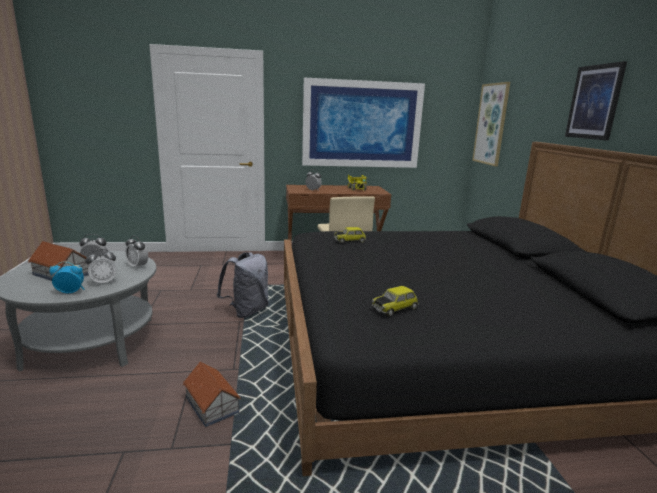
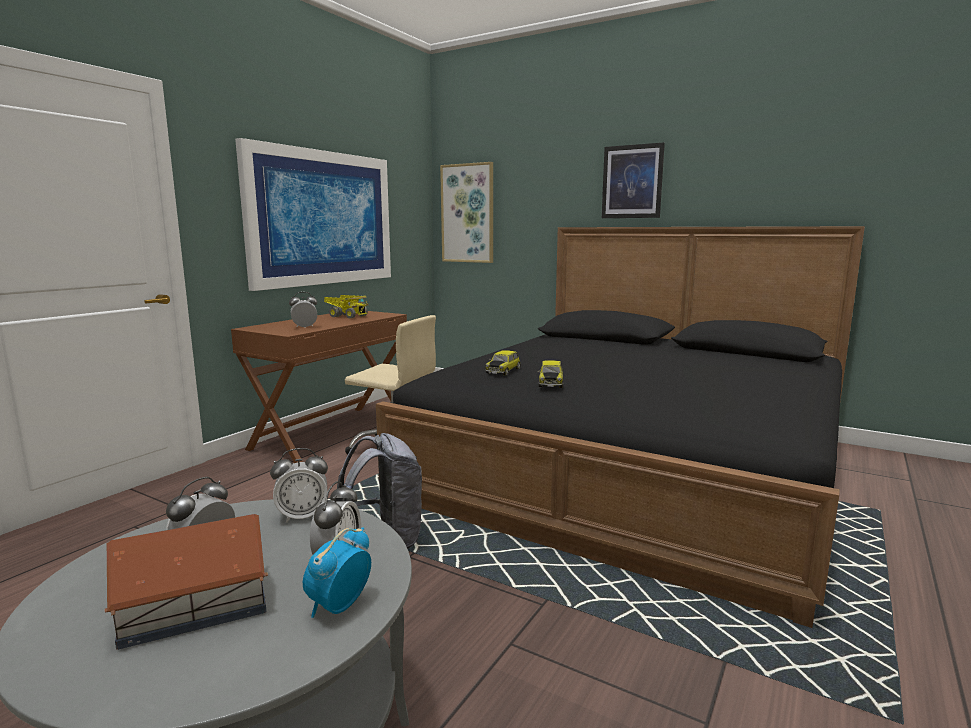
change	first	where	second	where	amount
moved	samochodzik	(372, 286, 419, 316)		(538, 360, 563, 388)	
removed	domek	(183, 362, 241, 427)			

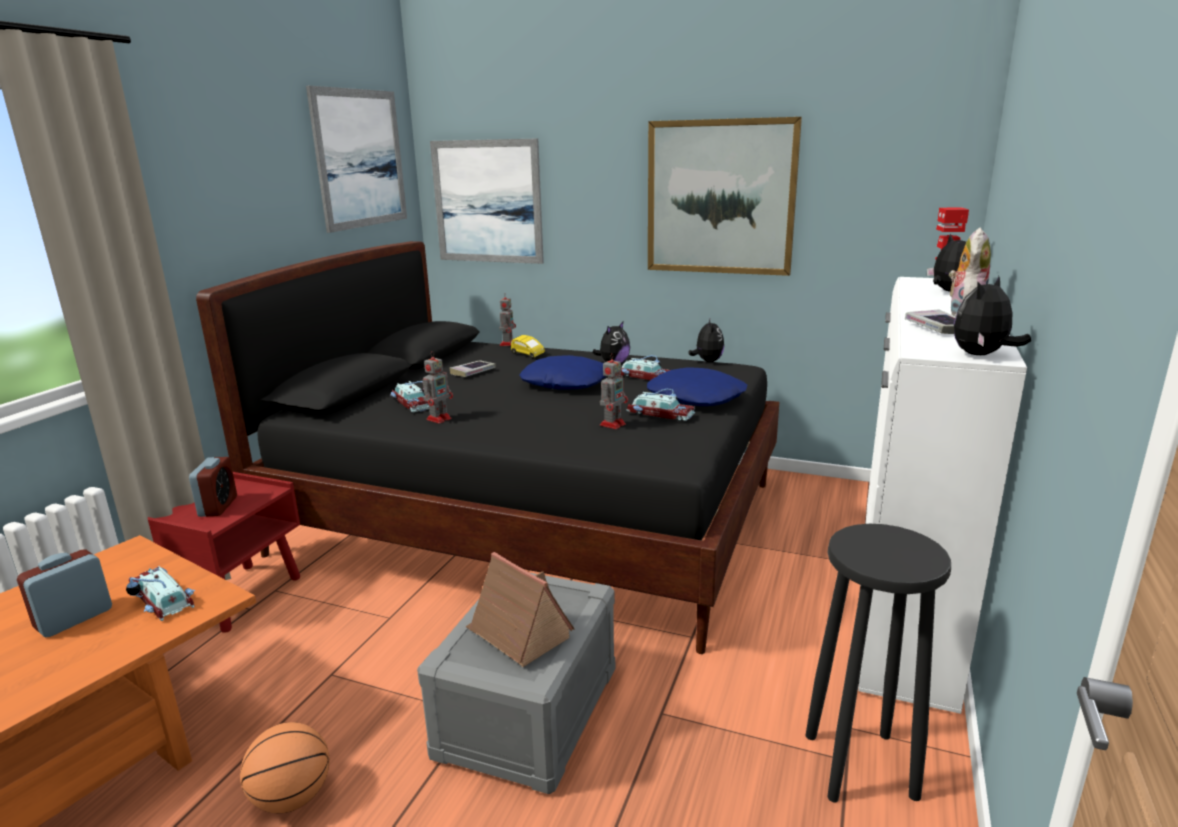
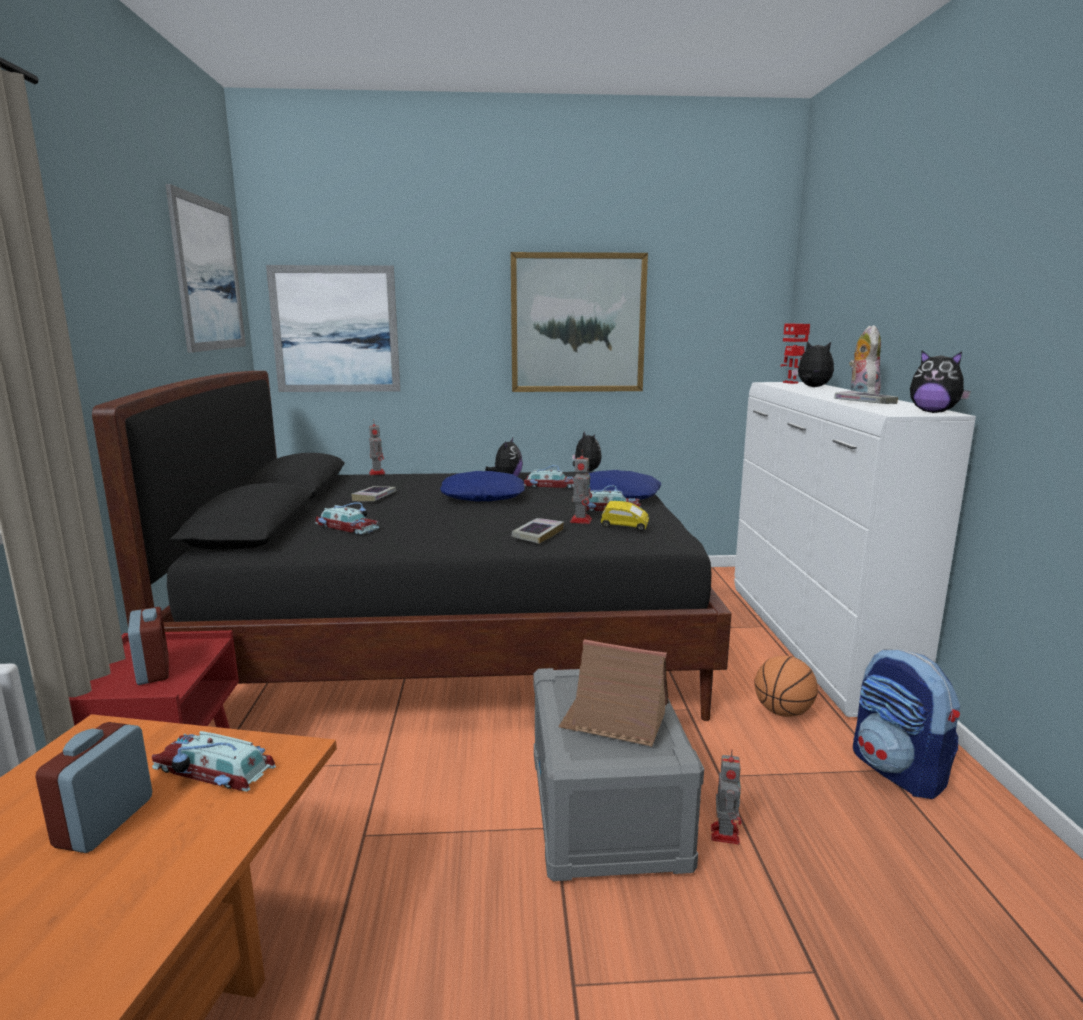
change	first	where	second	where	amount
added			książka	(512, 518, 564, 544)	
moved	samochodzik (żółty)	(511, 335, 545, 359)		(601, 501, 649, 531)	
moved	robot zabawkowy	(422, 352, 453, 424)		(711, 750, 742, 844)	
moved	piłka do koszykówki	(240, 722, 330, 813)		(754, 656, 818, 717)	
replaced	stołek (czarny)	(806, 524, 951, 803)	plecak	(853, 649, 960, 799)	
turned	pluszak	(954, 276, 1031, 355)		(910, 351, 971, 413)	75 degrees counterclockwise

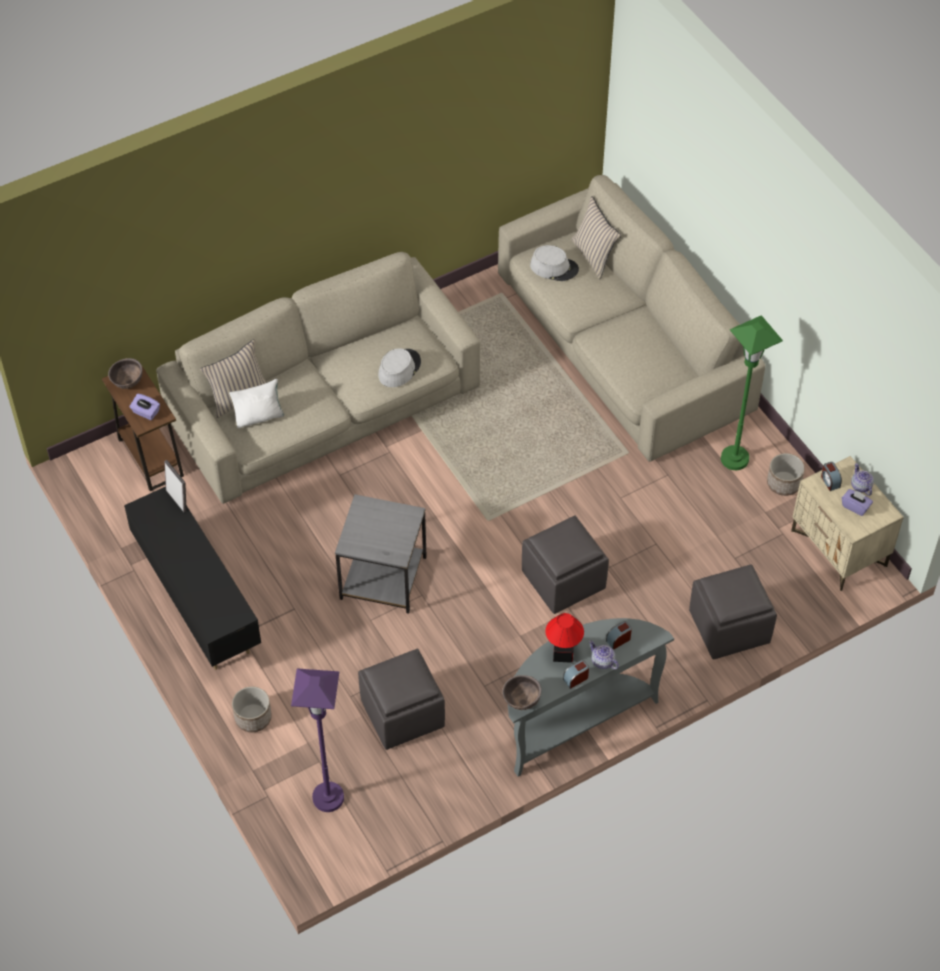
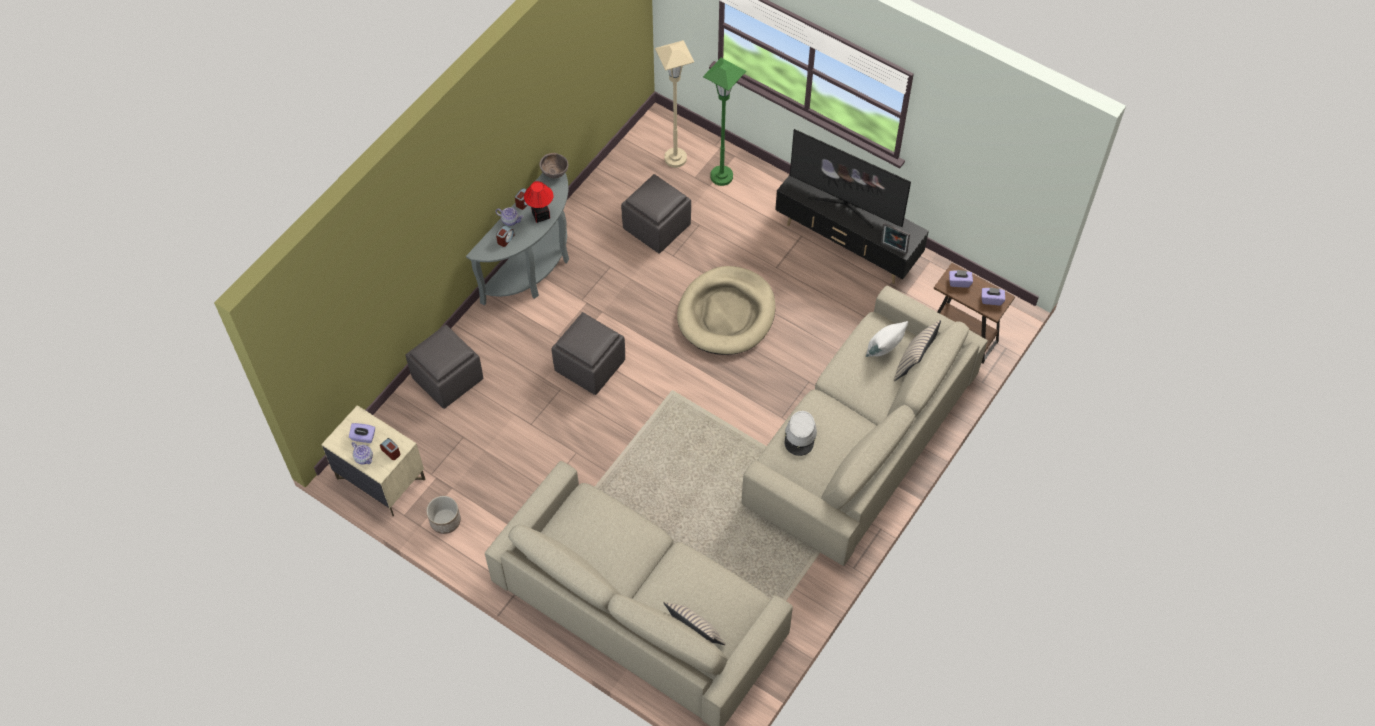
change	first	where	second	where	amount
recoloured	lampa stojąca (fioletowy)	(291, 669, 344, 812)	lampa stojąca (beżowy)	(655, 40, 694, 168)	
replaced	stolik (szary)	(335, 494, 427, 614)	legowisko (beżowy)	(677, 266, 776, 355)	
moved	lampa stojąca (zielony)	(721, 315, 783, 470)		(703, 58, 746, 186)	
added			telewizor	(790, 129, 911, 228)	
replaced	miska (brązowy)	(108, 358, 143, 389)	pudełko chusteczek (fioletowy)	(982, 287, 1005, 305)	
removed	donica	(232, 686, 272, 732)			
removed	kapelusz (szary)	(530, 245, 579, 281)			

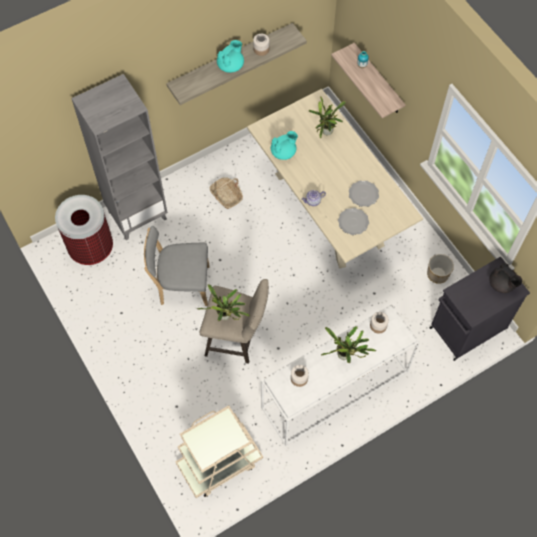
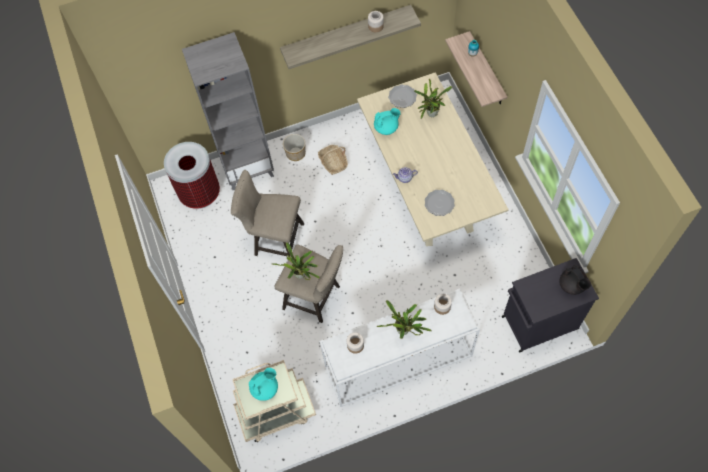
change	first	where	second	where	amount
replaced	krzesło (szary)	(144, 226, 210, 306)	stołek (beżowy)	(231, 170, 304, 257)	
moved	imbryk (turkusowy)	(217, 40, 244, 73)		(249, 368, 278, 401)	
moved	donica	(427, 254, 454, 284)		(283, 134, 306, 161)	
moved	talerz	(349, 181, 379, 207)		(388, 85, 417, 108)	

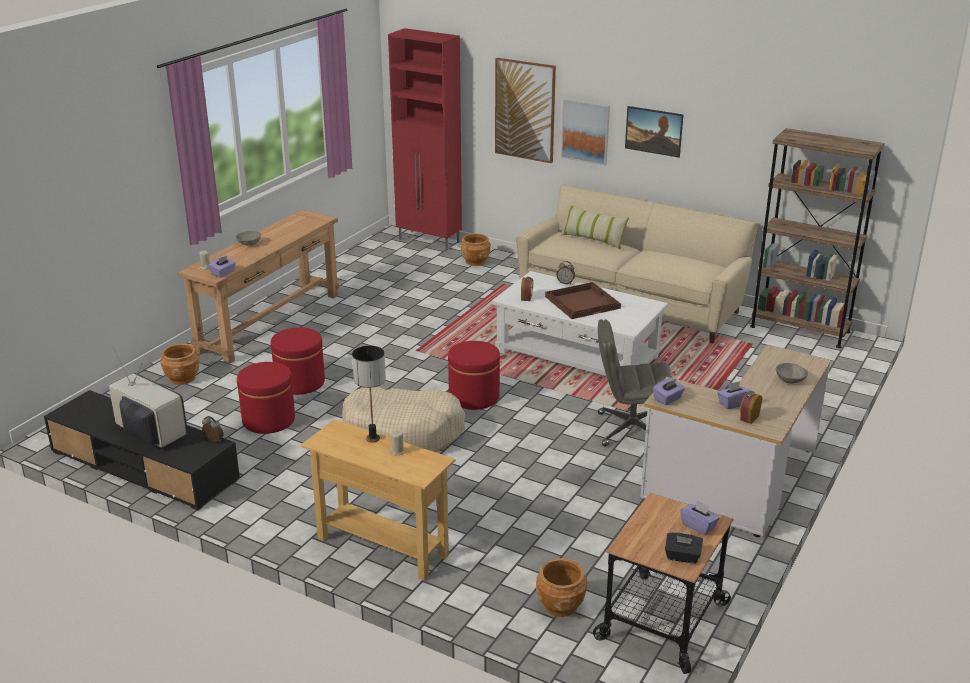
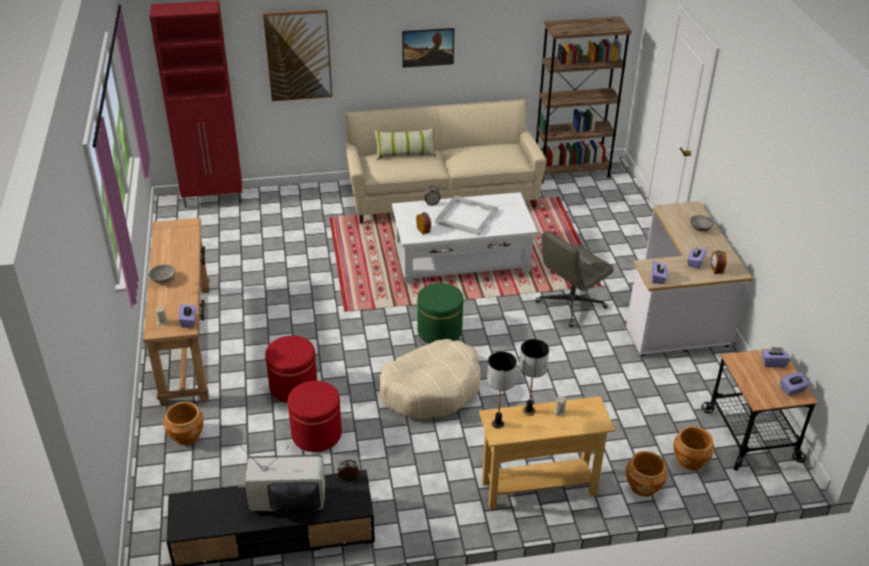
change	first	where	second	where	amount
recoloured	pufa (czerwony)	(448, 341, 500, 410)	pufa (zielony)	(417, 283, 464, 344)	
recoloured	taca (brązowy)	(545, 282, 621, 319)	taca (biały)	(435, 196, 498, 236)	
added			lampa stołowa	(487, 352, 517, 429)	
moved	donica (brązowy)	(460, 234, 491, 266)		(626, 451, 668, 497)	
recoloured	pudełko chusteczek (czarny)	(665, 532, 703, 564)	pudełko chusteczek (fioletowy)	(780, 372, 810, 396)	
removed	obraz	(561, 99, 610, 166)			

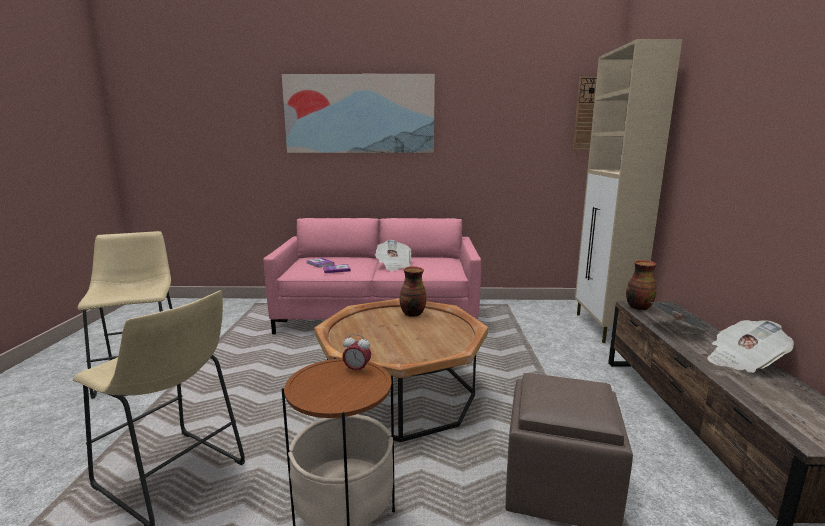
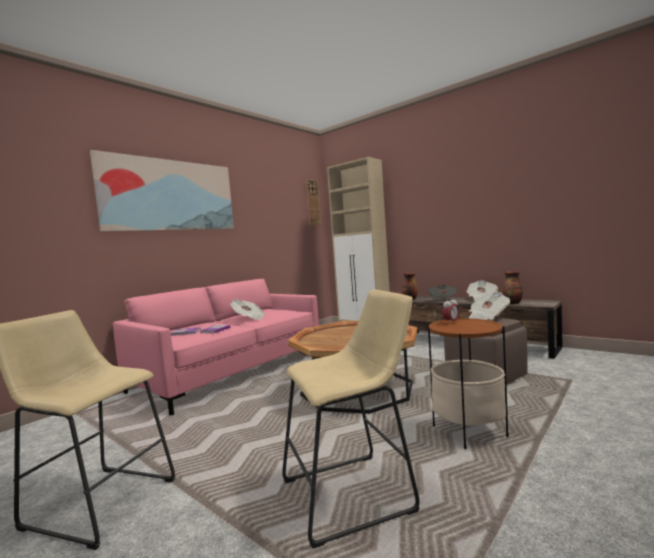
change	first	where	second	where	amount
added			gazeta	(468, 292, 510, 320)	
moved	wazon	(400, 266, 426, 317)		(502, 271, 523, 304)	

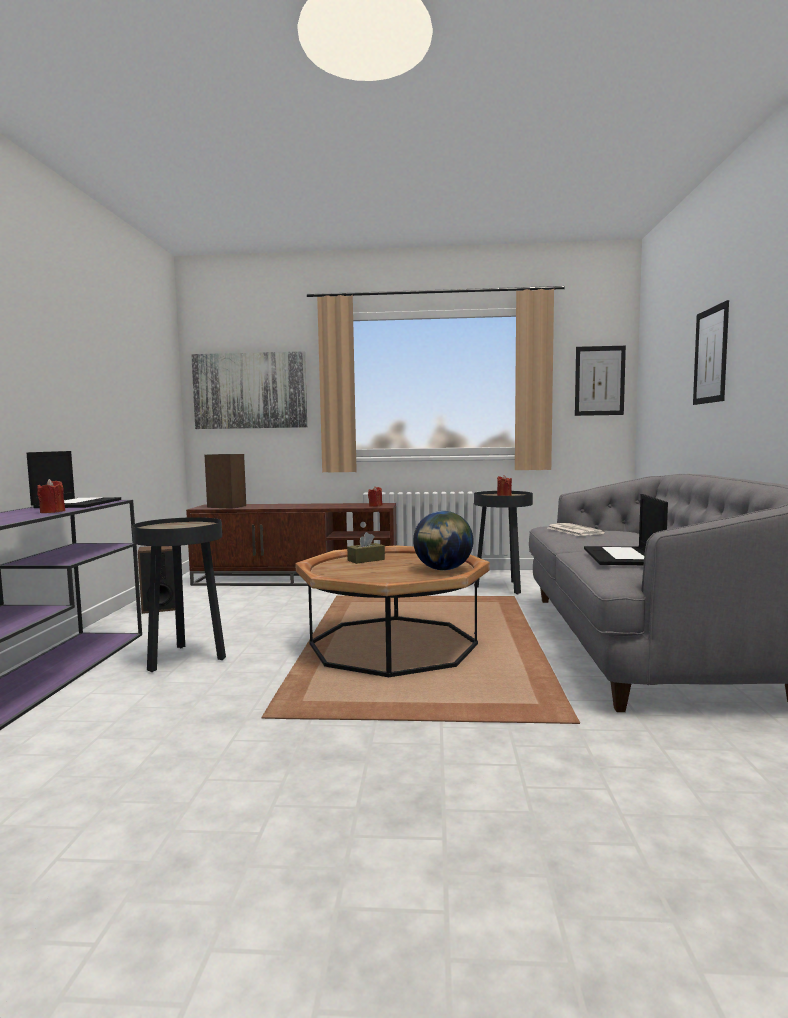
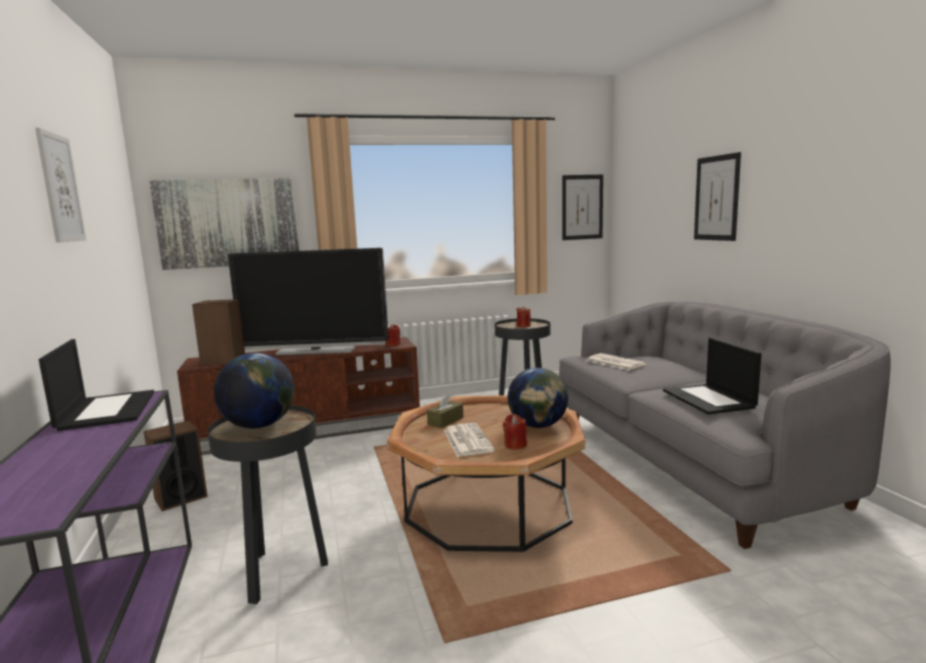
change	first	where	second	where	amount
added			obraz	(35, 128, 86, 242)	
added			globus	(214, 353, 295, 428)	
added			telewizor	(228, 248, 389, 355)	
added			gazeta	(444, 423, 495, 457)	
moved	świeca (czerwony)	(37, 479, 65, 513)		(503, 414, 527, 450)	

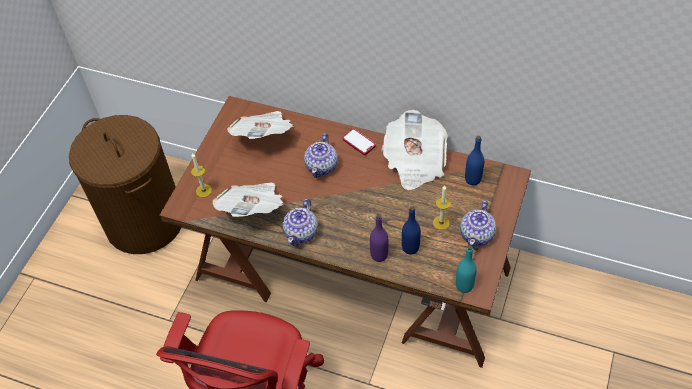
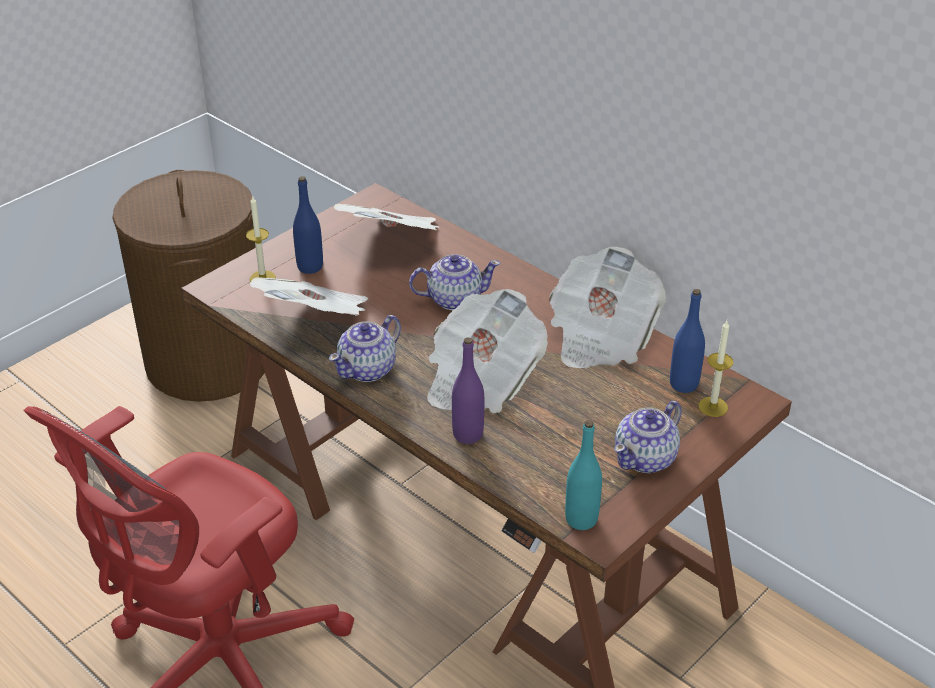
change	first	where	second	where	amount
moved	butelka (niebieski)	(402, 206, 421, 254)		(293, 176, 323, 274)	
turned	imbryk	(304, 133, 338, 178)		(409, 254, 500, 310)	135 degrees counterclockwise
added			gazeta	(427, 289, 548, 413)	
moved	świeca	(433, 185, 450, 230)		(698, 321, 734, 417)	
removed	telefon	(343, 129, 376, 155)			

